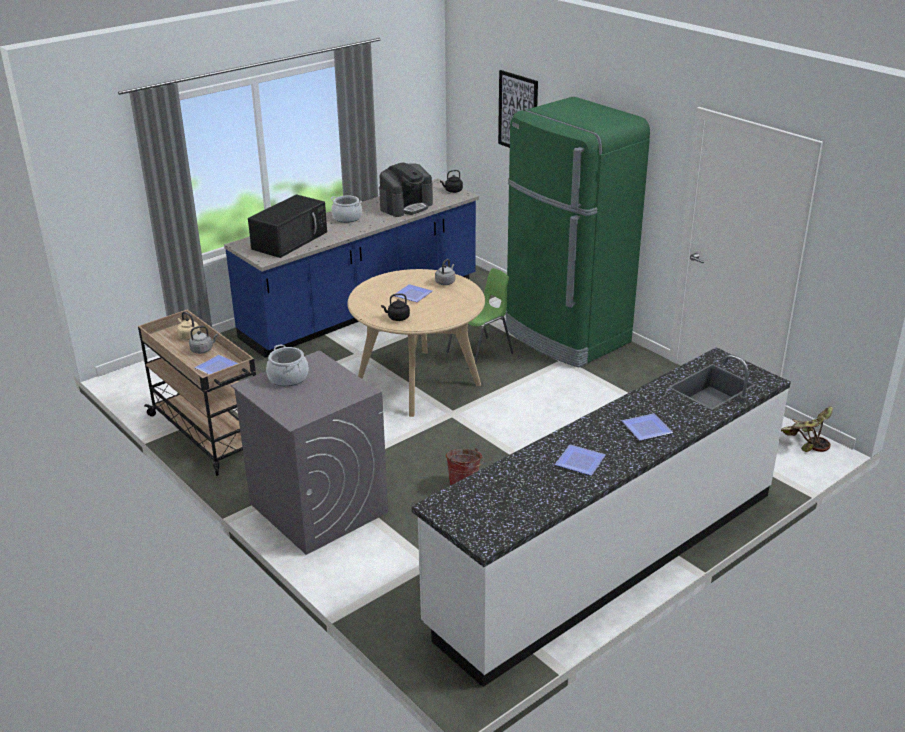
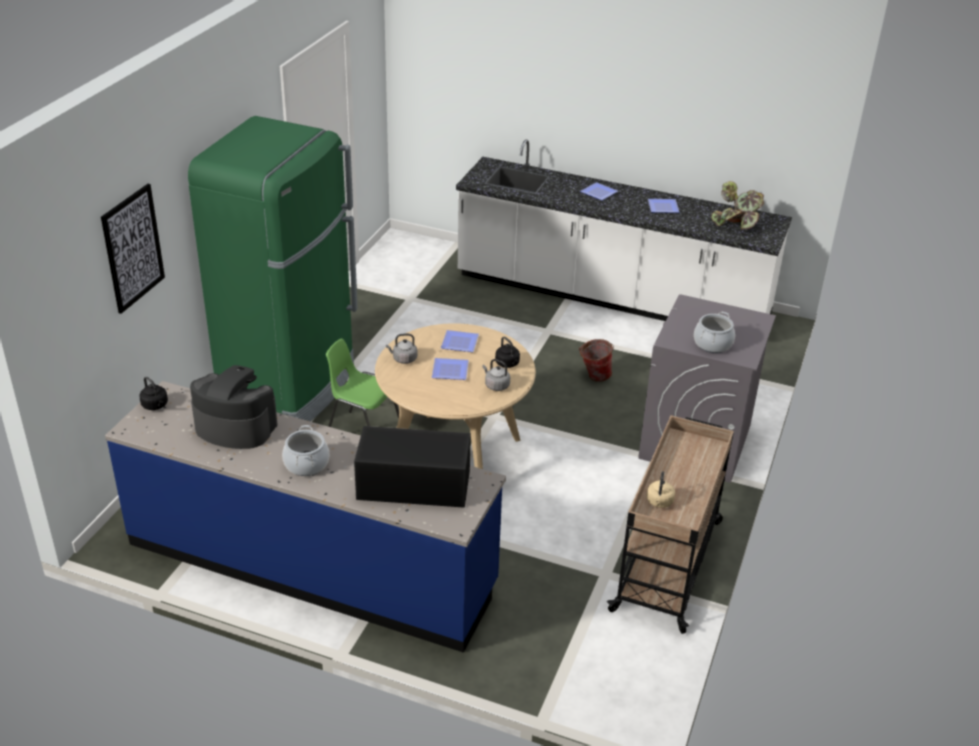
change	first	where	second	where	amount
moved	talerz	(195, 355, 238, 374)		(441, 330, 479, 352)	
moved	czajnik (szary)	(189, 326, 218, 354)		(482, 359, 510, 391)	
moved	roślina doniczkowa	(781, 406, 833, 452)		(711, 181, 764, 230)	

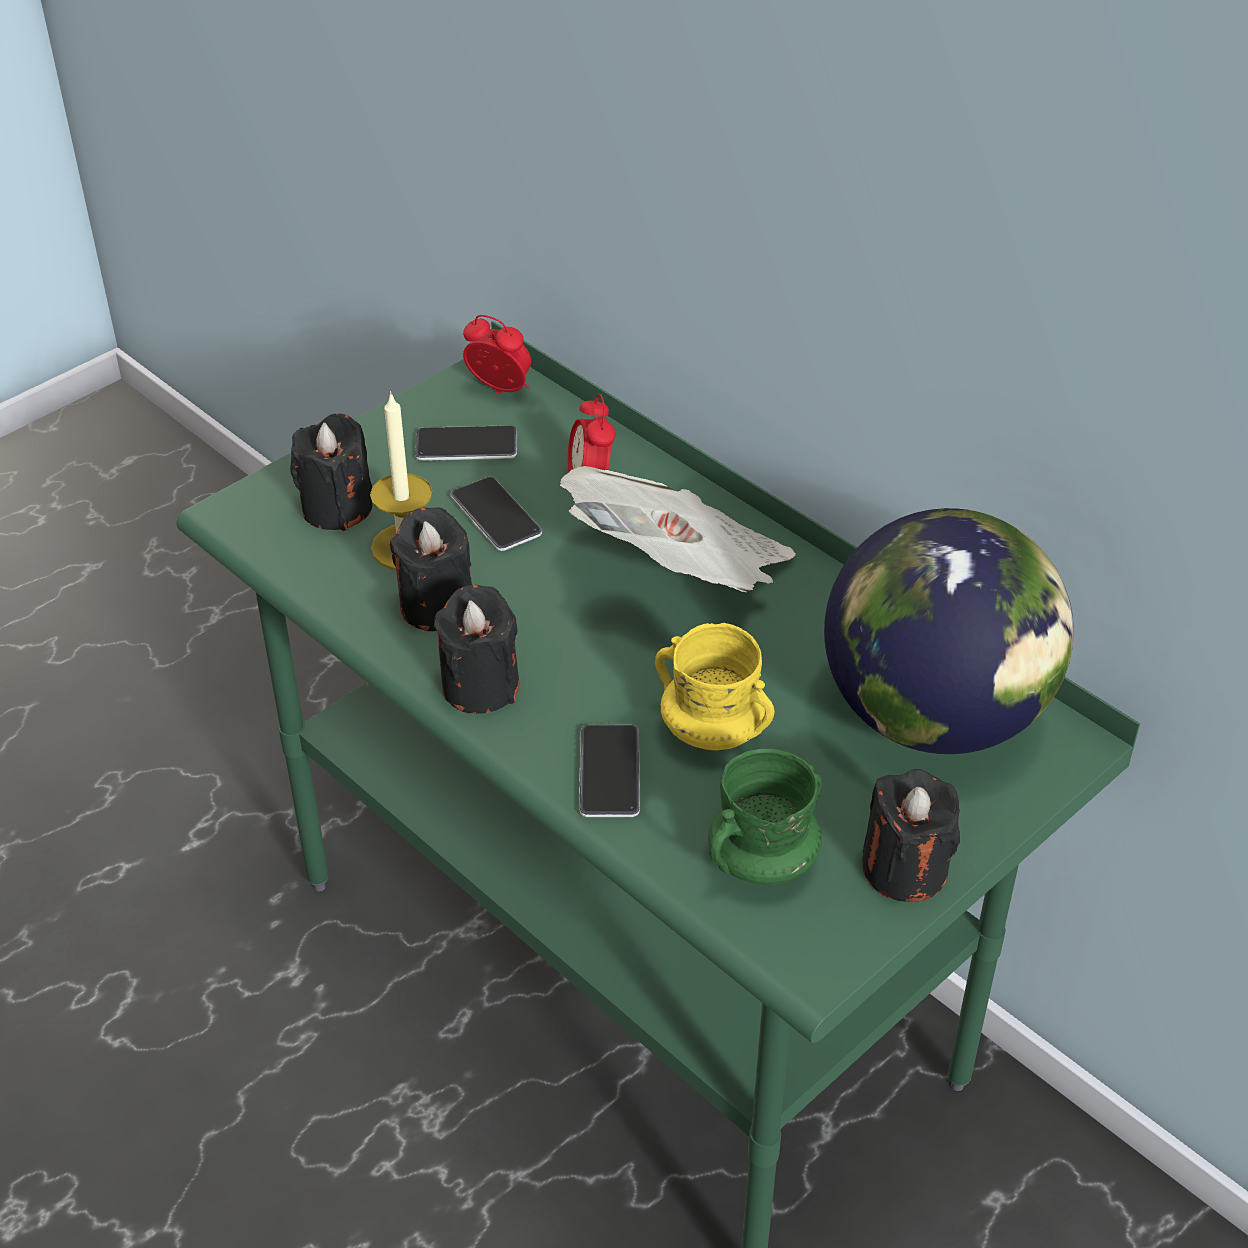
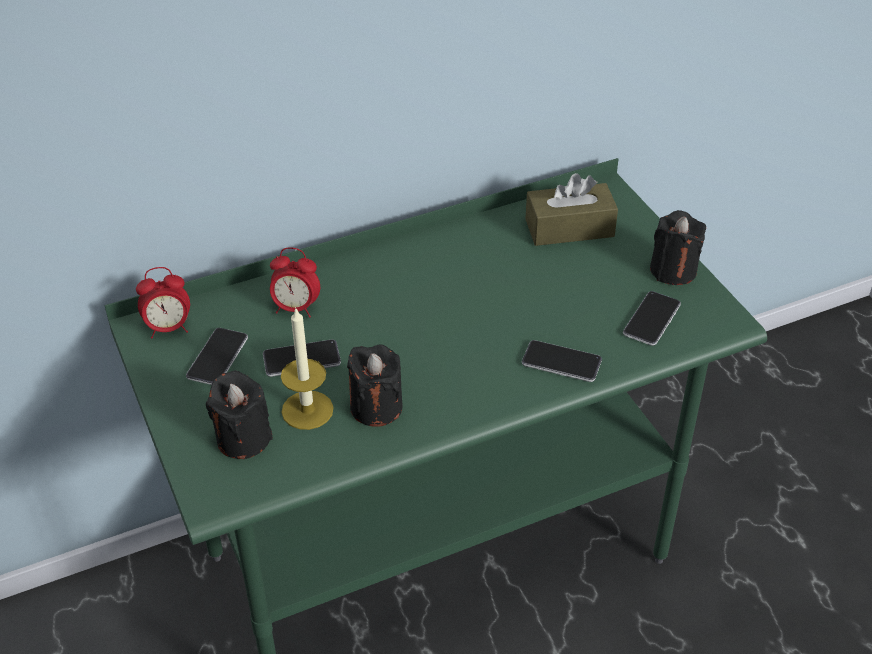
change	first	where	second	where	amount
turned	budzik	(463, 315, 531, 395)		(136, 267, 190, 338)	150 degrees counterclockwise
replaced	globus	(824, 508, 1074, 754)	pudełko chusteczek (brązowy)	(525, 173, 618, 246)	
replaced	kubek (zielony)	(708, 749, 822, 885)	telefon	(623, 291, 681, 346)	
removed	świeca (czarny)	(434, 584, 519, 714)			
removed	gazeta	(560, 466, 796, 592)			
removed	kubek (żółty)	(655, 623, 775, 750)			

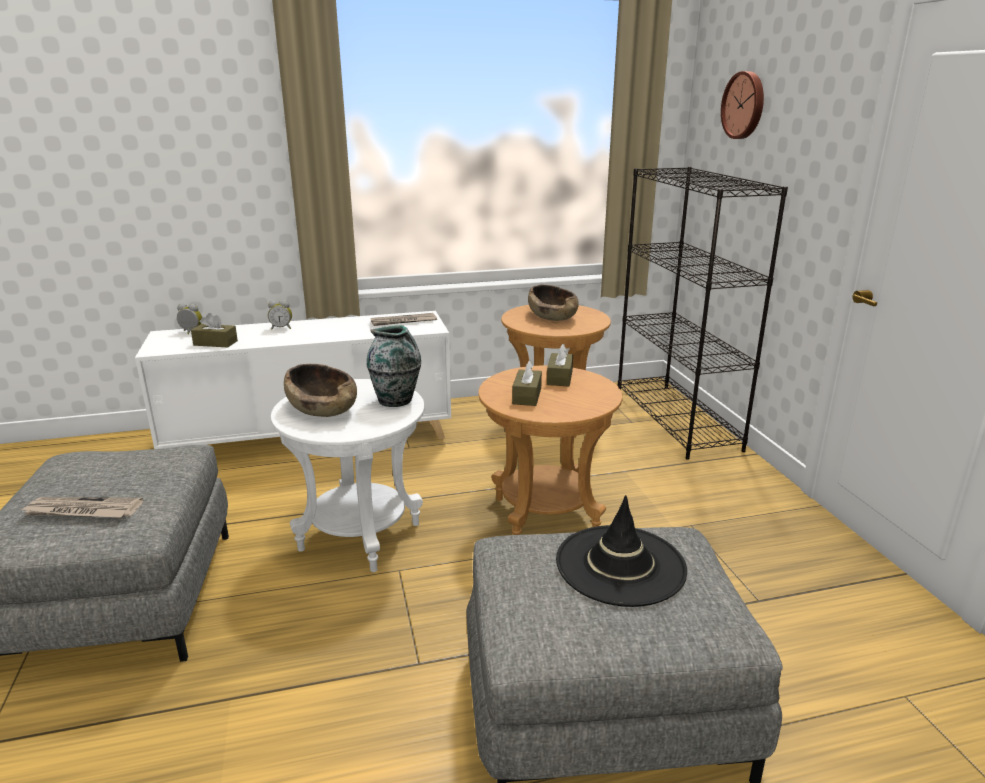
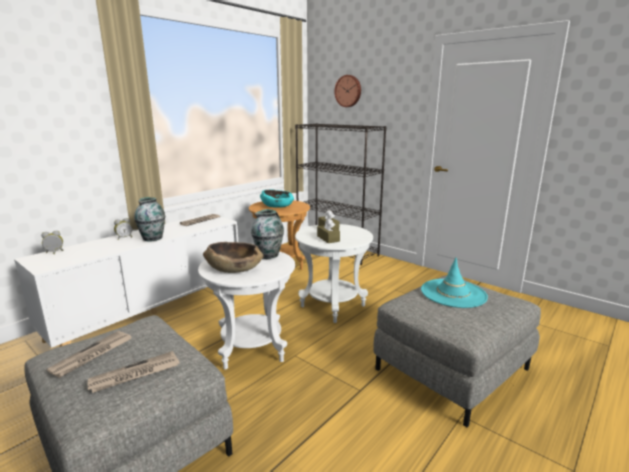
change	first	where	second	where	amount
added			gazeta	(47, 331, 132, 378)	
added			wazon	(134, 197, 165, 242)	
recoloured	miska (brązowy)	(528, 285, 579, 321)	miska (turkusowy)	(260, 189, 294, 208)	
recoloured	stolik (brązowy)	(478, 365, 622, 535)	stolik (biały)	(295, 224, 373, 323)	
recoloured	kapelusz (czarny)	(556, 495, 687, 607)	kapelusz (turkusowy)	(421, 257, 488, 308)	
removed	pudełko chusteczek (brązowy)	(191, 313, 238, 348)			

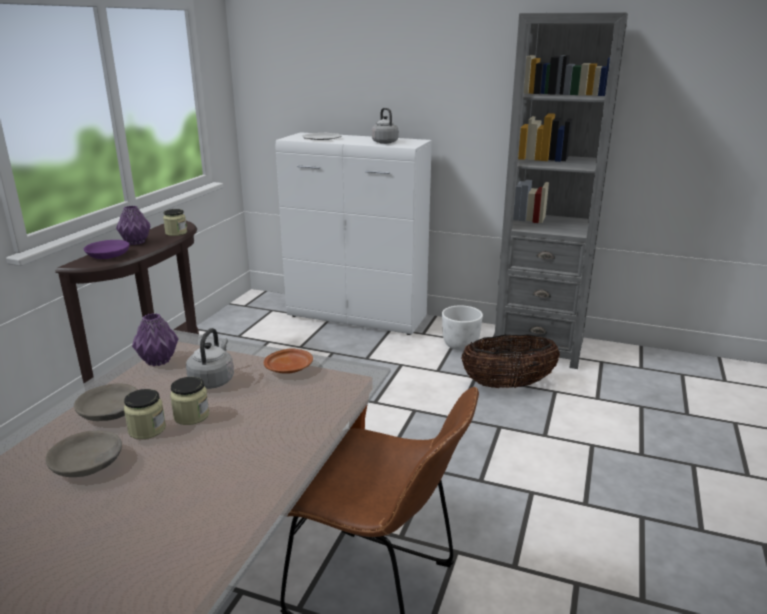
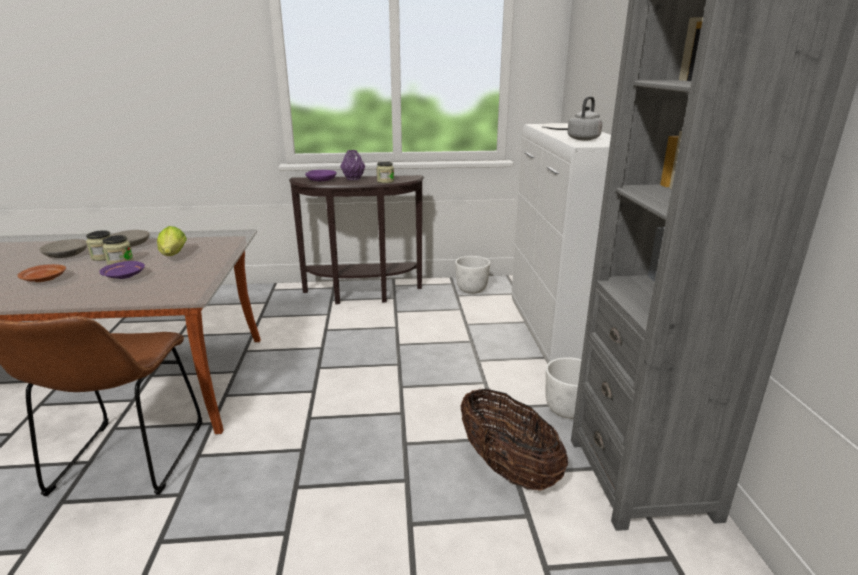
change	first	where	second	where	amount
moved	talerz (brązowy)	(264, 348, 313, 374)		(18, 264, 66, 282)	
added			talerz (fioletowy)	(99, 261, 145, 279)	
replaced	czajnik (szary)	(186, 328, 234, 389)	sałata	(157, 226, 187, 256)	
added			donica (biały)	(455, 256, 490, 294)	
removed	wazon (fioletowy)	(132, 313, 178, 366)			

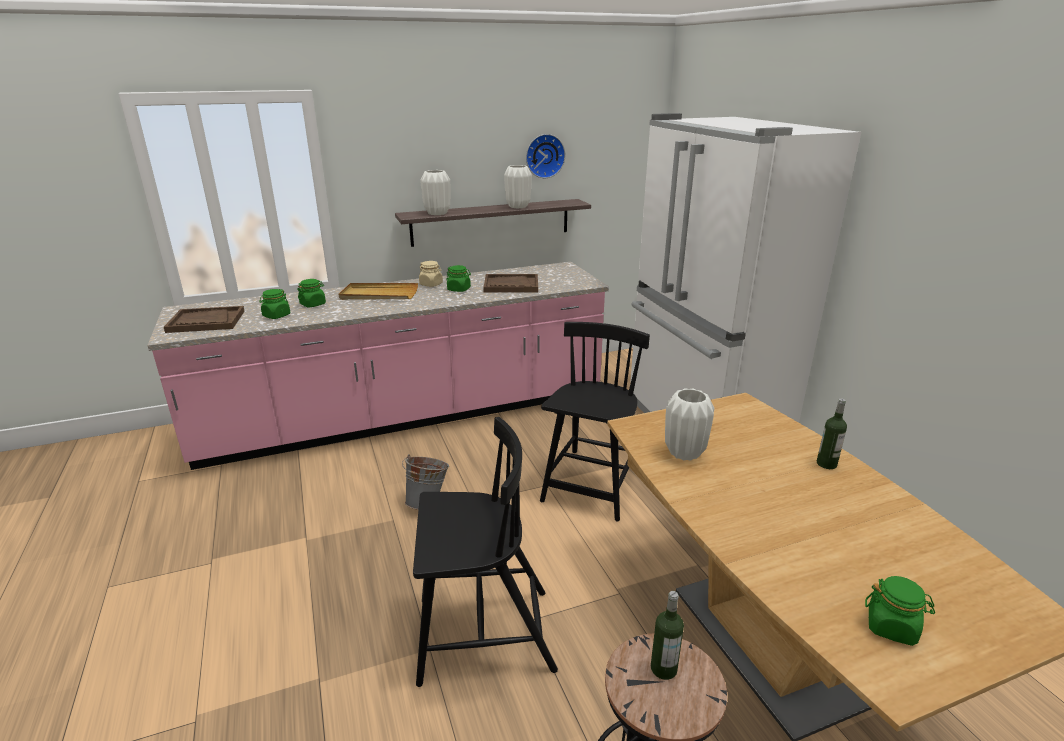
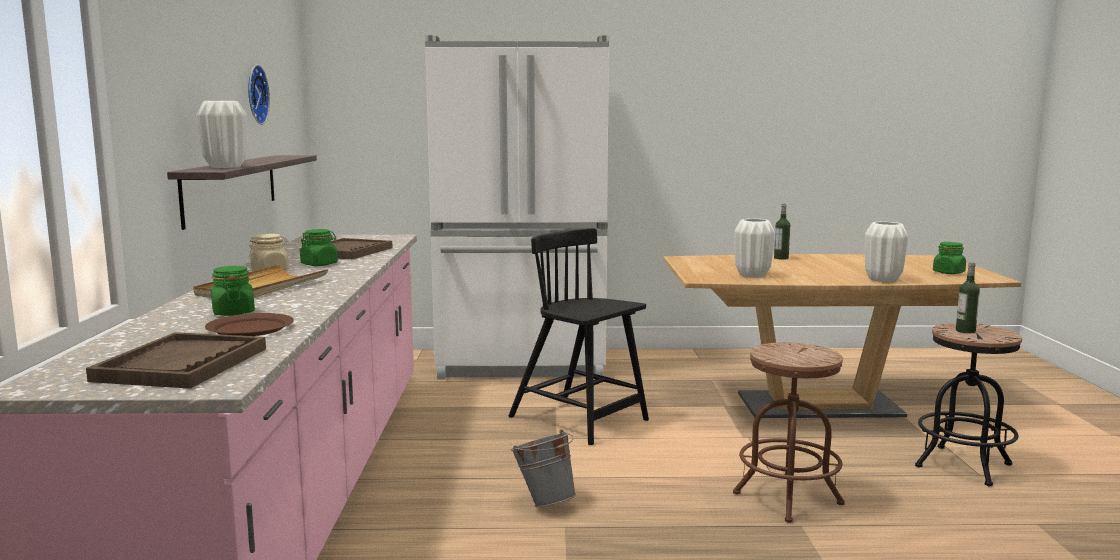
change	first	where	second	where	amount
replaced	słoik (zielony)	(259, 289, 290, 319)	talerz (brązowy)	(205, 313, 294, 336)	
replaced	krzesło (czarny)	(413, 417, 558, 687)	stołek (brązowy)	(733, 342, 845, 523)	
moved	wazon (biały)	(504, 165, 532, 209)		(865, 222, 908, 282)	

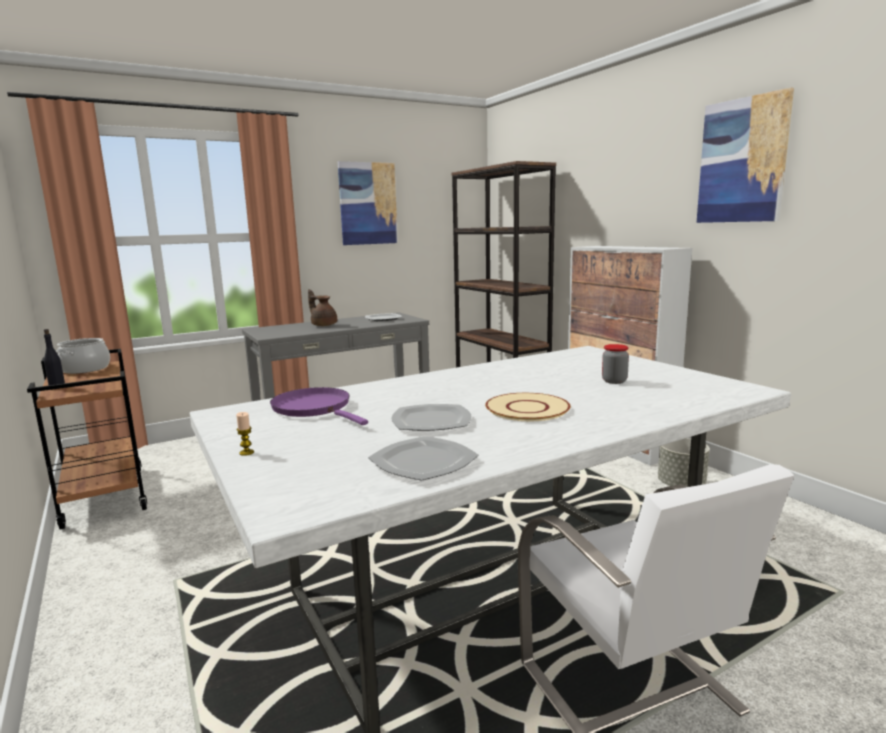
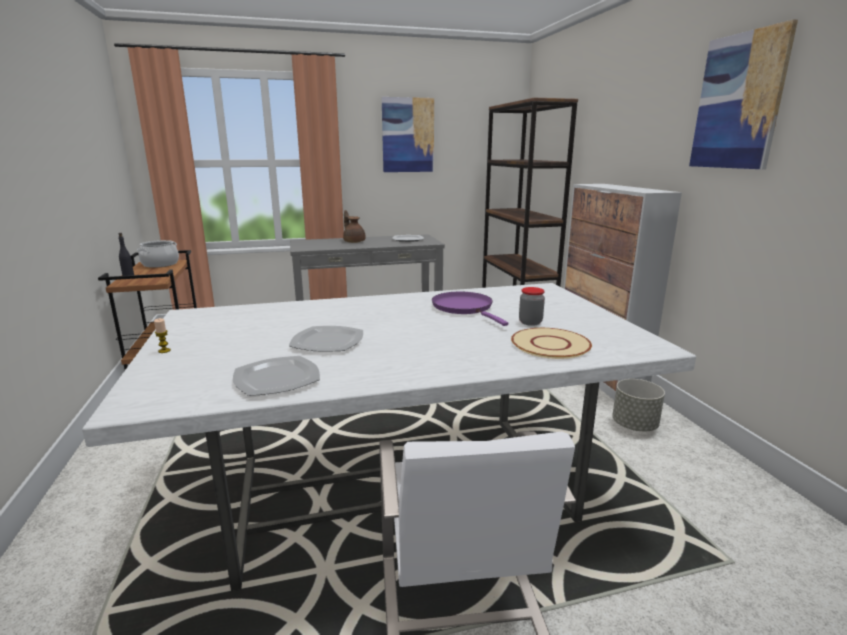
change	first	where	second	where	amount
moved	patelnia (fioletowy)	(270, 387, 368, 425)		(432, 292, 508, 326)	
moved	talerz (beżowy)	(485, 393, 571, 421)		(511, 328, 592, 359)	

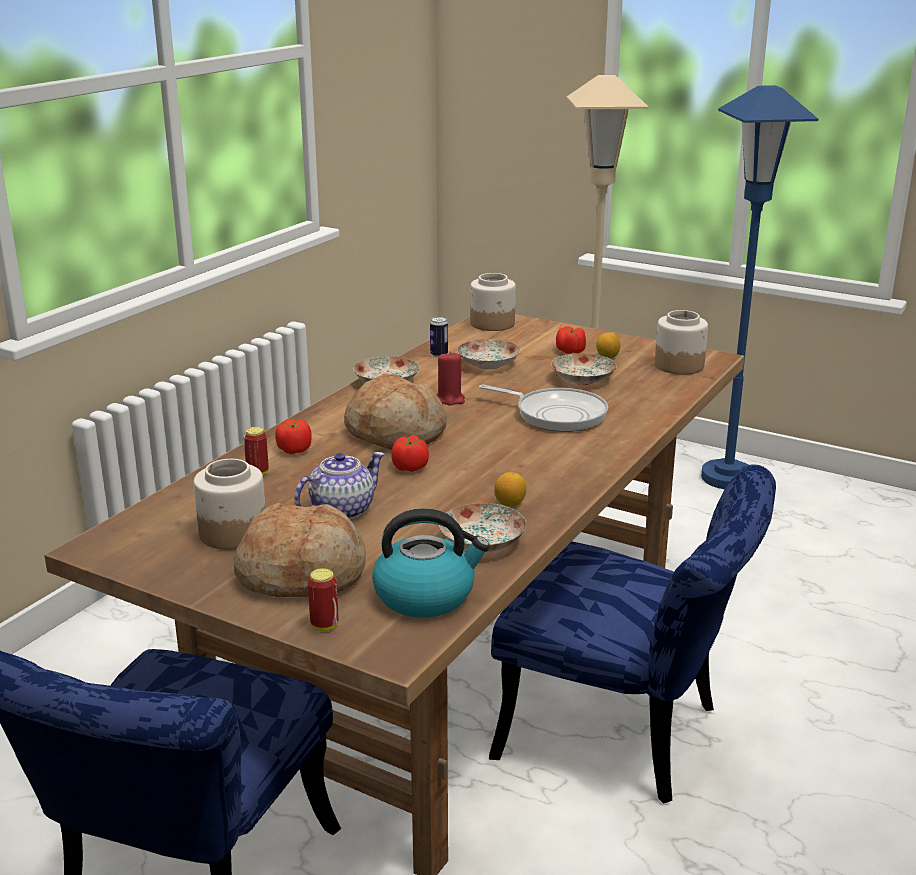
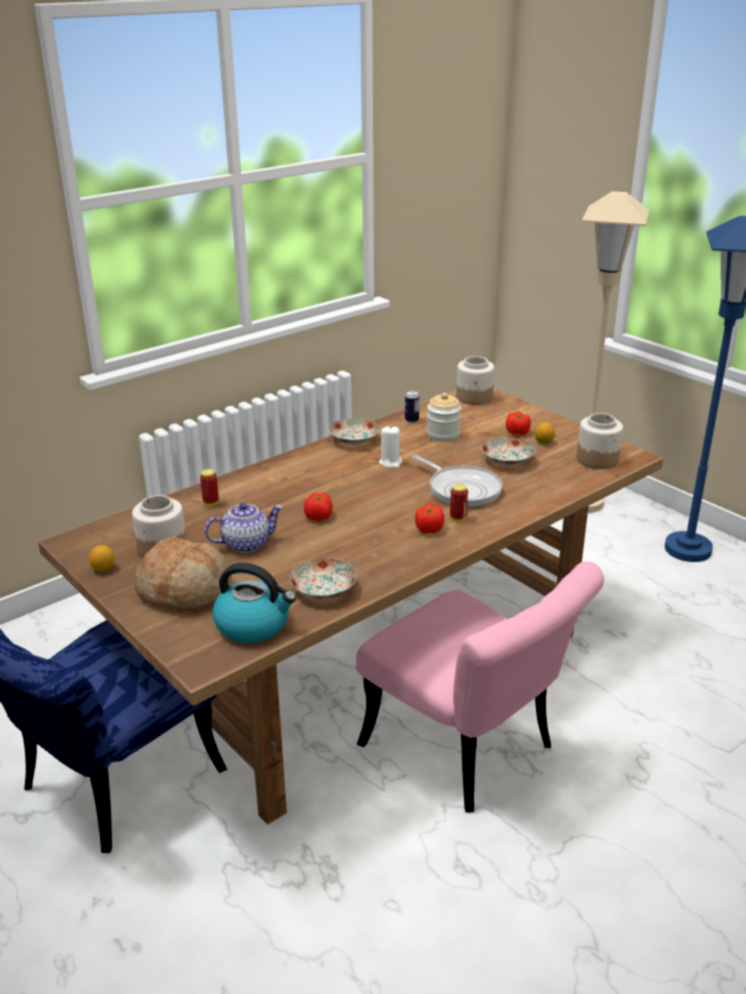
change	first	where	second	where	amount
moved	cytryna	(494, 472, 527, 507)		(89, 545, 115, 572)	
recoloured	krzesło (niebieski)	(489, 464, 776, 803)	krzesło (różowy)	(356, 562, 604, 813)	
recoloured	świeca (czerwony)	(437, 351, 465, 405)	świeca (biały)	(379, 427, 402, 468)	
moved	pomidor	(275, 419, 312, 454)		(415, 504, 444, 534)	
replaced	talerz	(458, 339, 520, 369)	słoik	(427, 393, 461, 442)	
moved	puszka	(308, 568, 339, 631)		(450, 484, 468, 521)	
removed	chleb	(344, 374, 447, 450)			

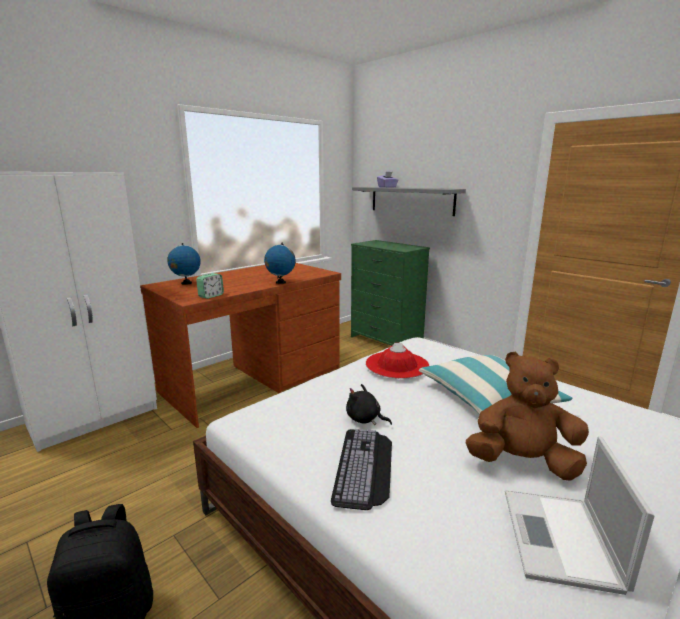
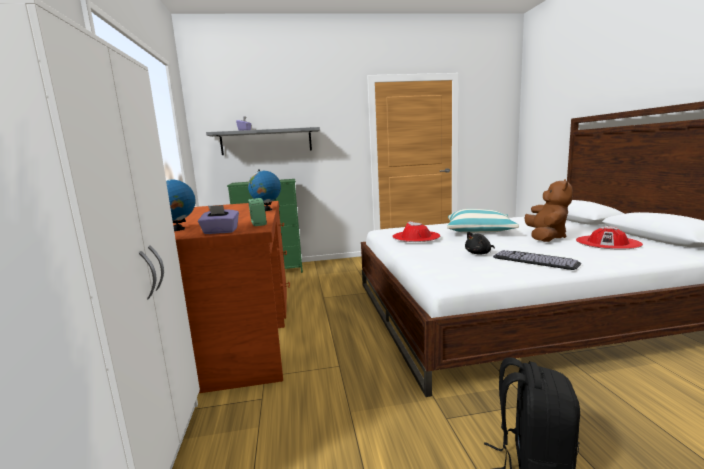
change	first	where	second	where	amount
added			pudełko chusteczek (fioletowy)	(198, 205, 239, 234)	
turned	pluszak (brązowy)	(466, 352, 589, 481)		(524, 179, 573, 242)	150 degrees clockwise
replaced	laptop	(505, 436, 654, 595)	kapelusz (czerwony)	(576, 226, 643, 250)	

